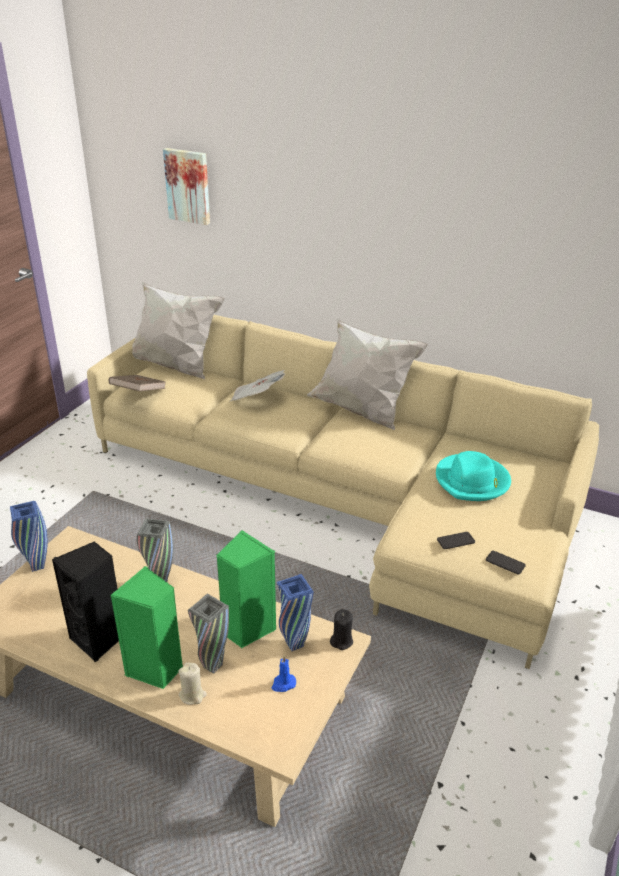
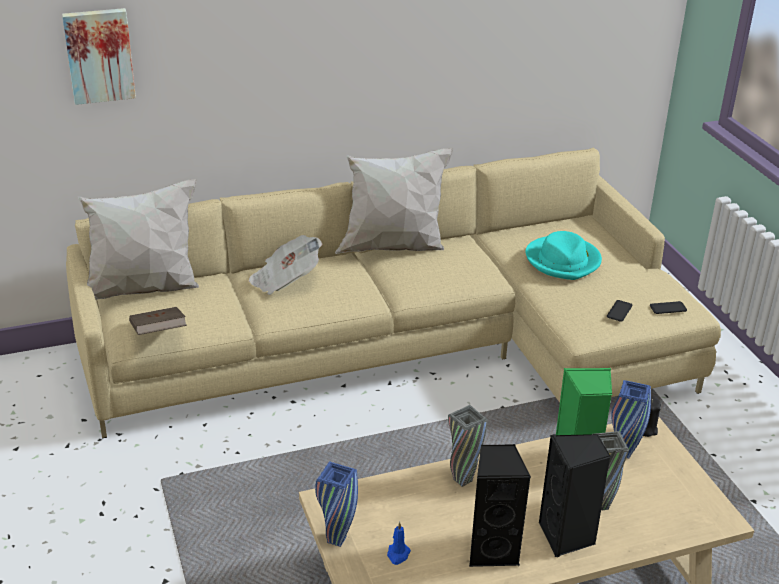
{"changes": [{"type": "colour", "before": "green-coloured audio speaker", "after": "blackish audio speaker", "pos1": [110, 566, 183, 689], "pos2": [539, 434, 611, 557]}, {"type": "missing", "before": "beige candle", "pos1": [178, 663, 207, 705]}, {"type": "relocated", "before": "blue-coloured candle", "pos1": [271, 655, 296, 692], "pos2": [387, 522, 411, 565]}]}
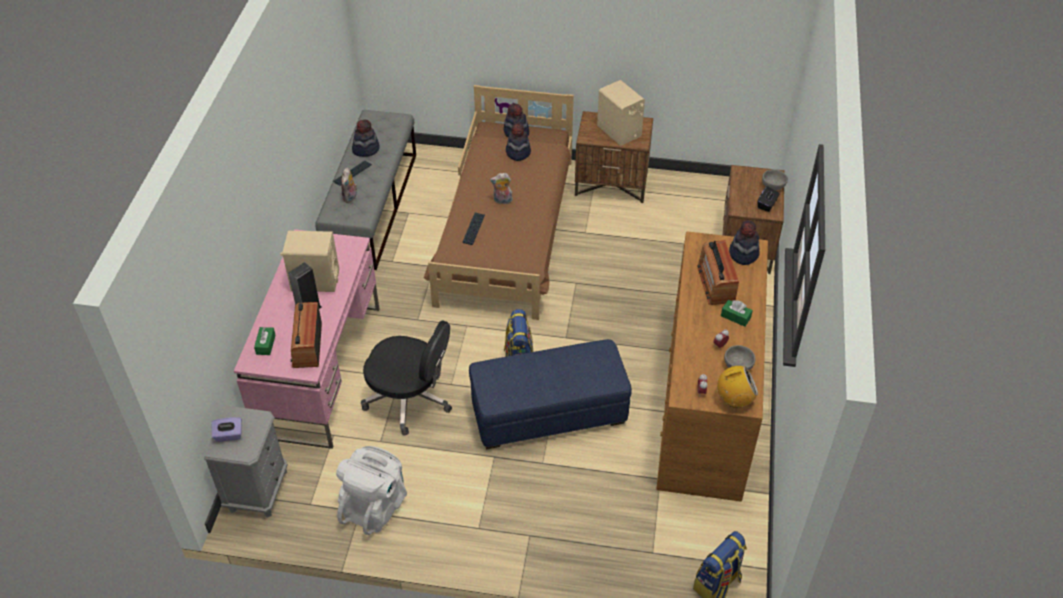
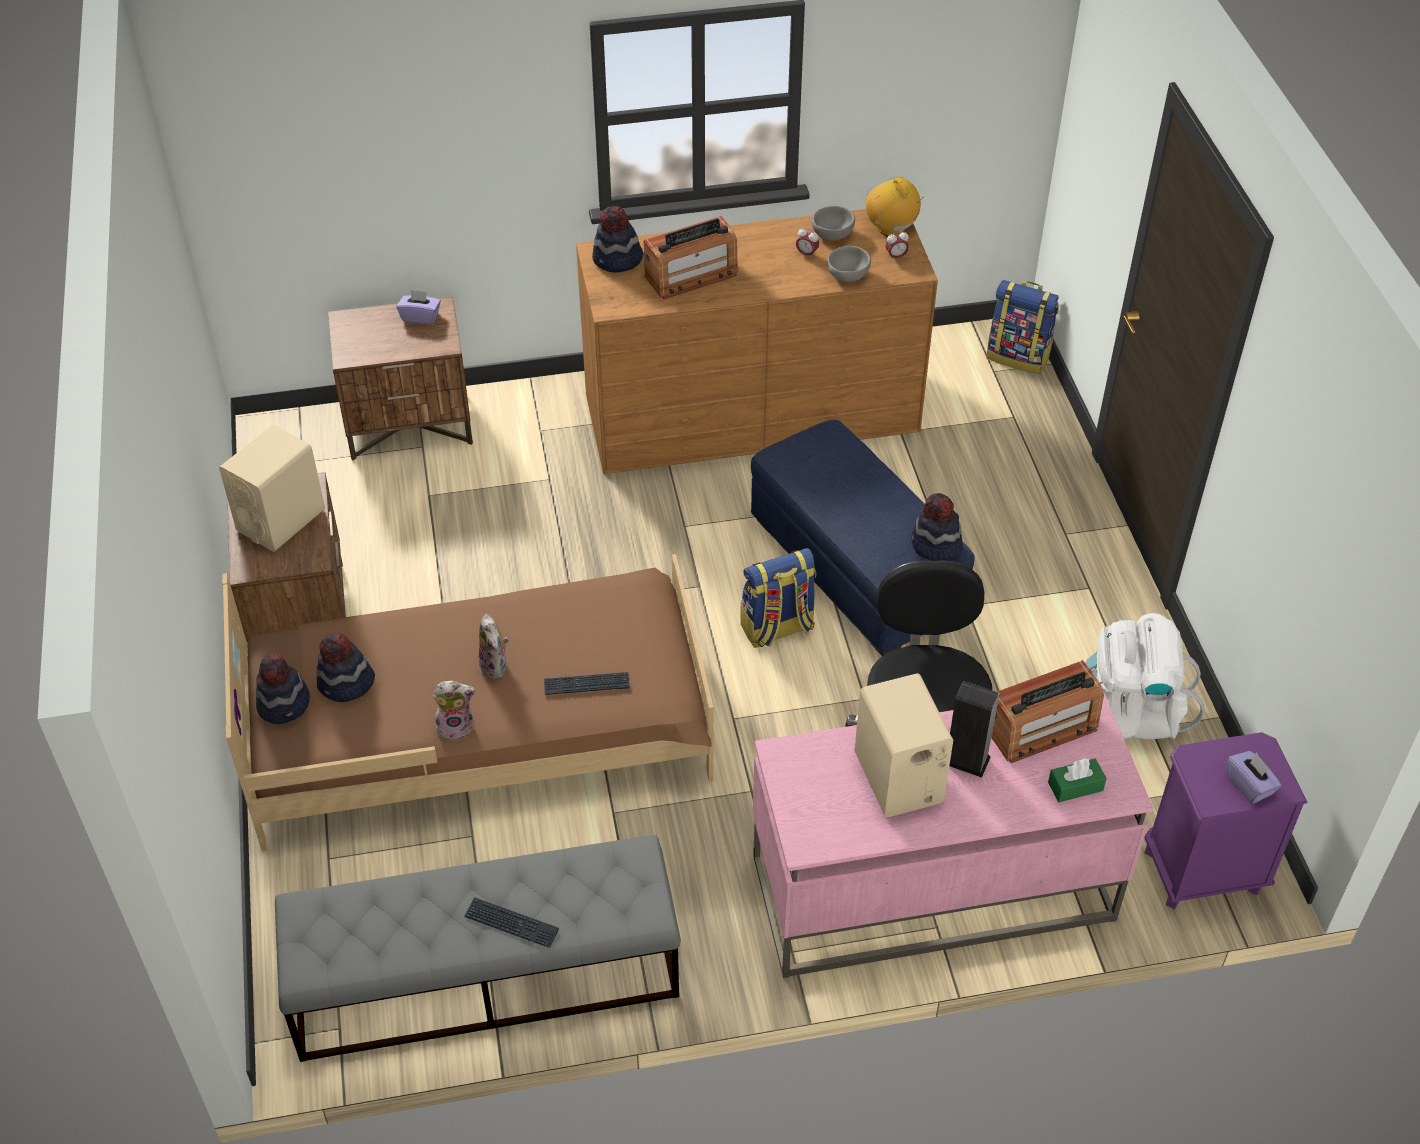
{"changes": [{"type": "colour", "before": "greyish bedside table", "after": "purplish bedside table", "pos1": [204, 406, 288, 518], "pos2": [1144, 732, 1308, 909]}, {"type": "relocated", "before": "soft toy", "pos1": [341, 168, 358, 203], "pos2": [433, 681, 476, 740]}, {"type": "relocated", "before": "clothing hat", "pos1": [352, 119, 380, 157], "pos2": [911, 493, 962, 561]}, {"type": "missing", "before": "green-coloured tissue holder", "pos1": [721, 300, 753, 327]}, {"type": "colour", "before": "blackish tissue holder", "after": "purplish tissue holder", "pos1": [758, 186, 780, 212], "pos2": [396, 289, 441, 325]}, {"type": "relocated", "before": "greyish serving bowl", "pos1": [762, 169, 788, 190], "pos2": [827, 246, 871, 282]}]}
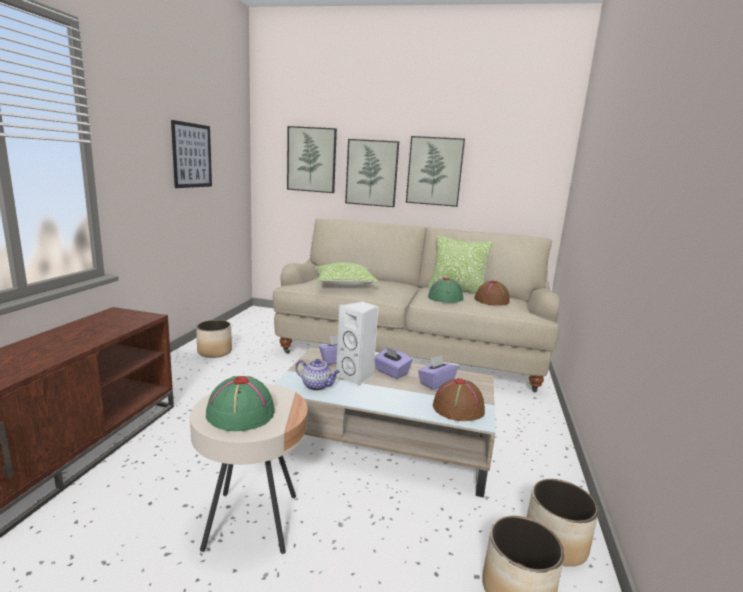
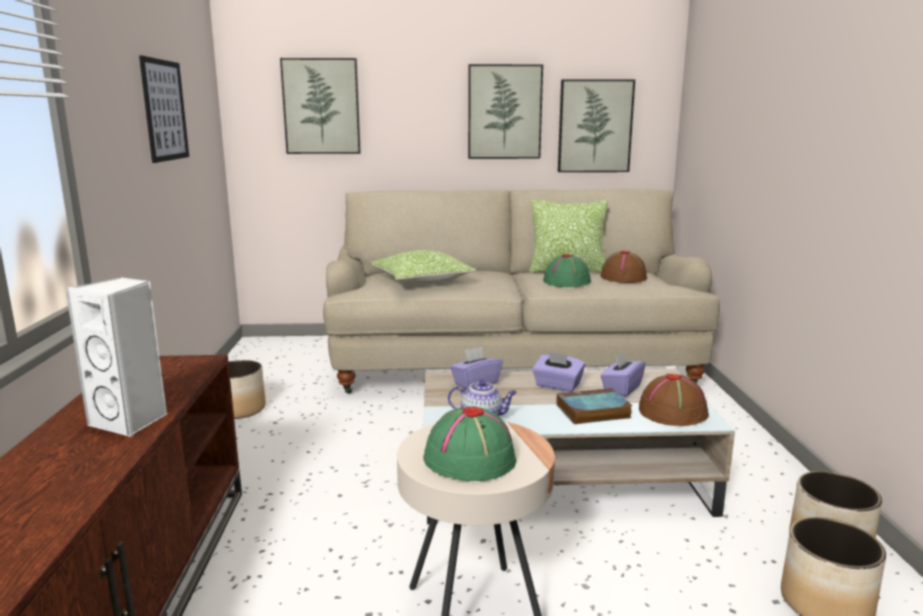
{"changes": [{"type": "relocated", "before": "white-coloured audio speaker", "pos1": [336, 301, 378, 386], "pos2": [65, 277, 168, 438]}, {"type": "relocated", "before": "wall art", "pos1": [345, 139, 399, 207], "pos2": [558, 79, 635, 172]}, {"type": "appeared", "after": "volume", "pos2": [556, 388, 633, 424]}]}
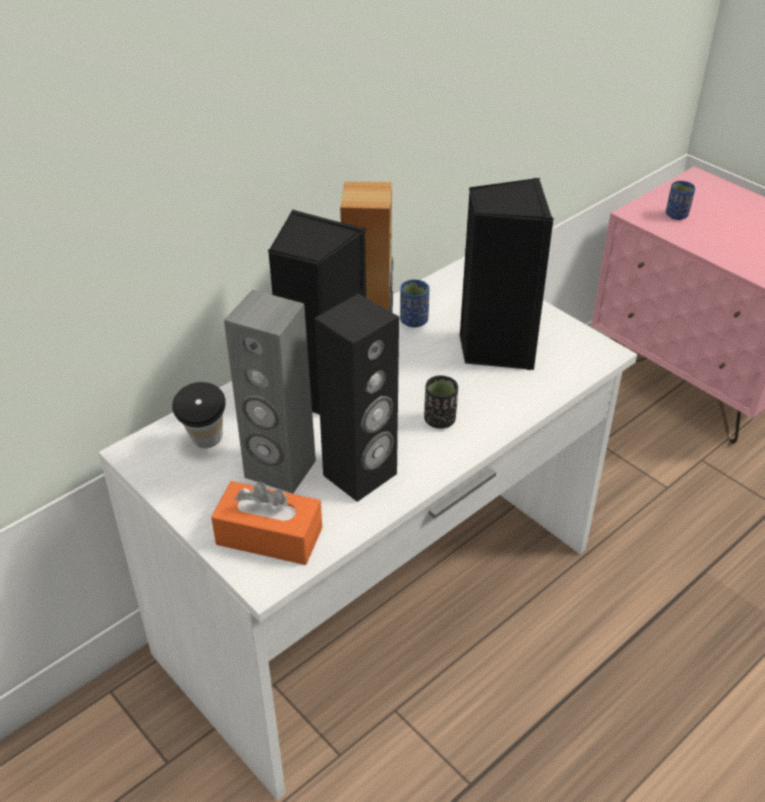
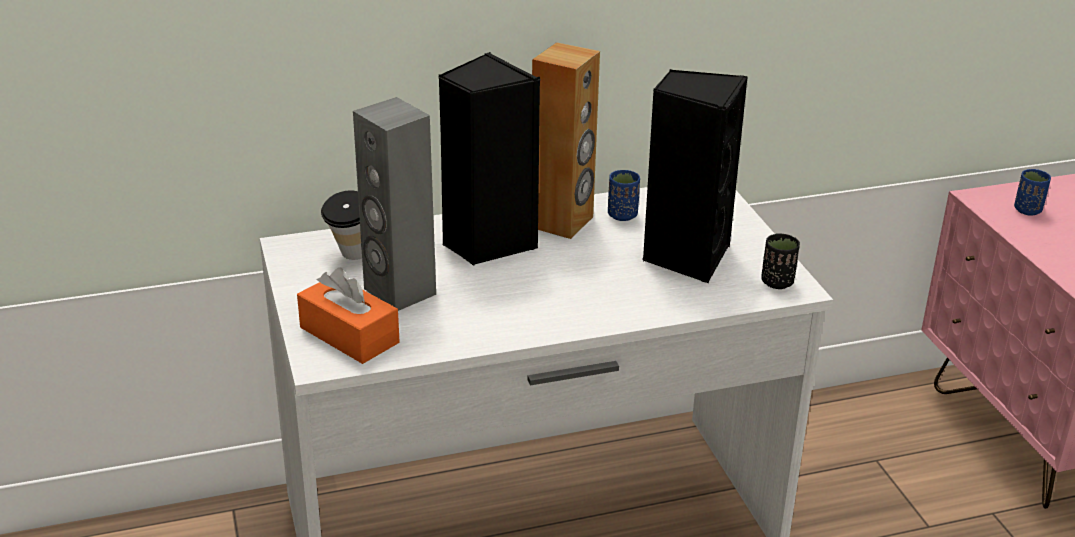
{"changes": [{"type": "missing", "before": "blackish audio speaker", "pos1": [314, 294, 399, 502]}, {"type": "relocated", "before": "blackish small cup", "pos1": [424, 375, 458, 429], "pos2": [761, 234, 800, 289]}]}
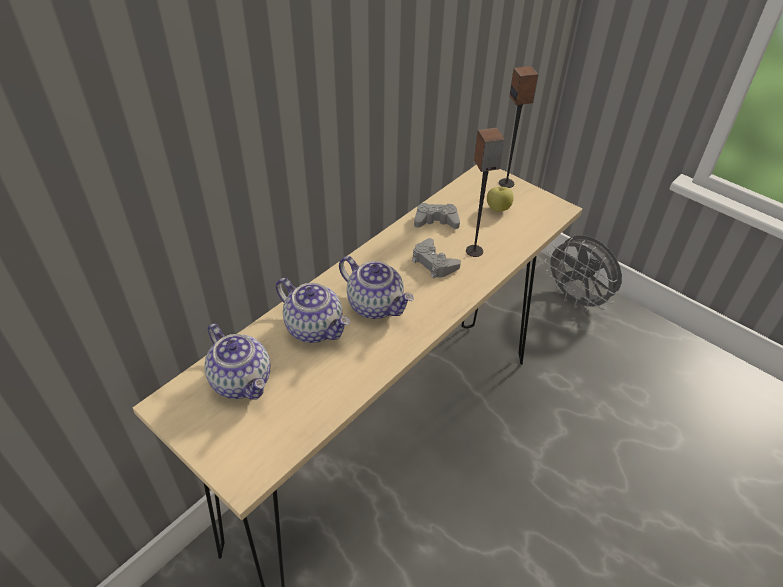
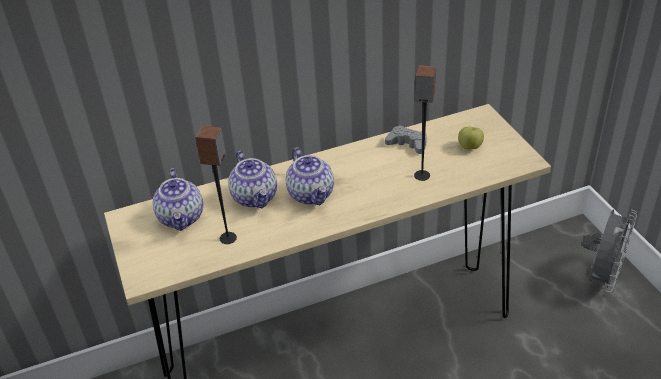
{"changes": [{"type": "missing", "before": "greyish game controller", "pos1": [412, 238, 461, 278]}, {"type": "relocated", "before": "audio speaker", "pos1": [499, 66, 539, 188], "pos2": [195, 126, 237, 244]}, {"type": "spun", "before": "greyish cooling fan", "pos1": [544, 235, 622, 312], "pos2": [583, 209, 637, 293], "turn": -135}]}
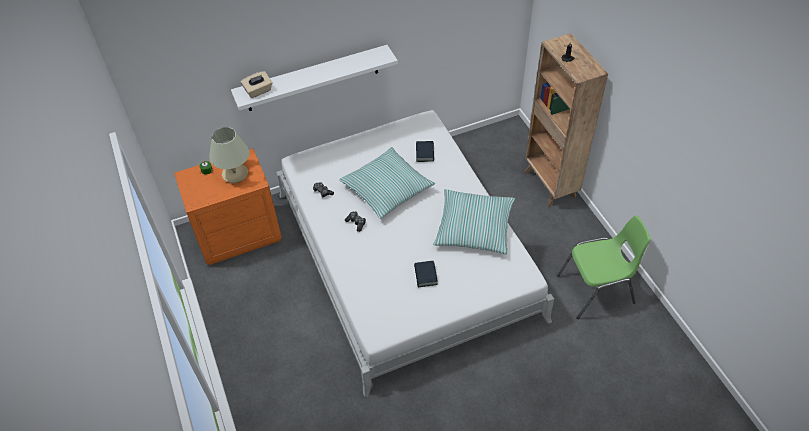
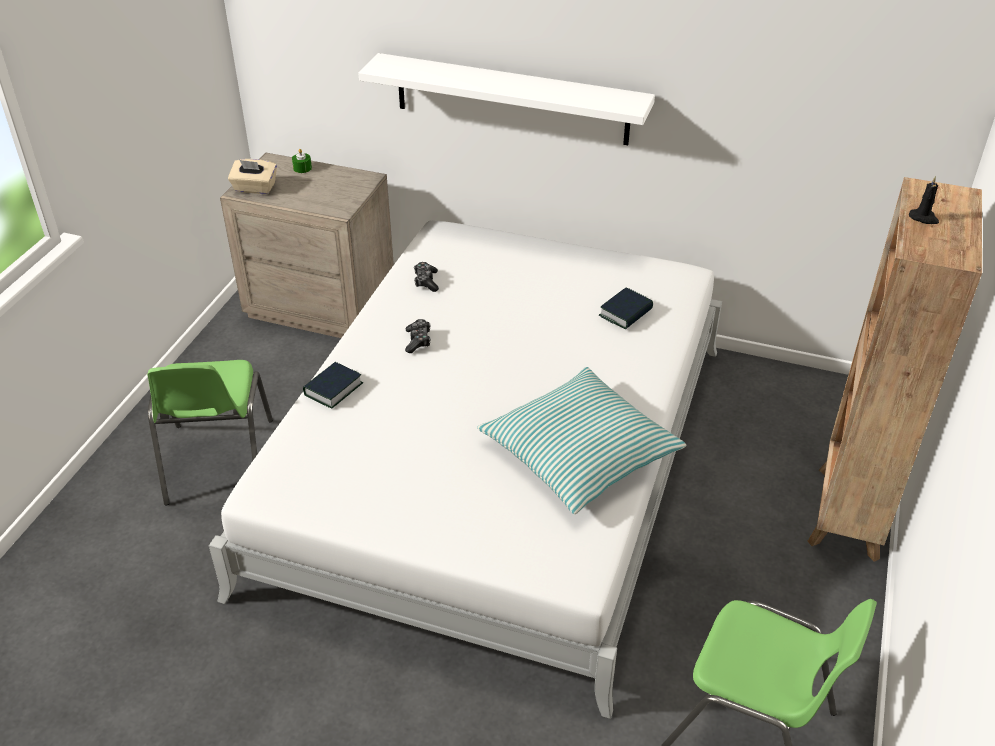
{"changes": [{"type": "colour", "before": "orangey bedside table", "after": "beige bedside table", "pos1": [174, 148, 282, 265], "pos2": [220, 153, 394, 338]}, {"type": "missing", "before": "beige lamp for a table", "pos1": [209, 127, 250, 183]}, {"type": "relocated", "before": "beige tissue holder", "pos1": [241, 71, 272, 98], "pos2": [228, 159, 277, 194]}, {"type": "missing", "before": "pillow", "pos1": [339, 147, 435, 219]}, {"type": "relocated", "before": "volume", "pos1": [414, 261, 438, 287], "pos2": [303, 362, 363, 409]}, {"type": "appeared", "after": "green-coloured upright chair", "pos2": [147, 360, 273, 506]}]}
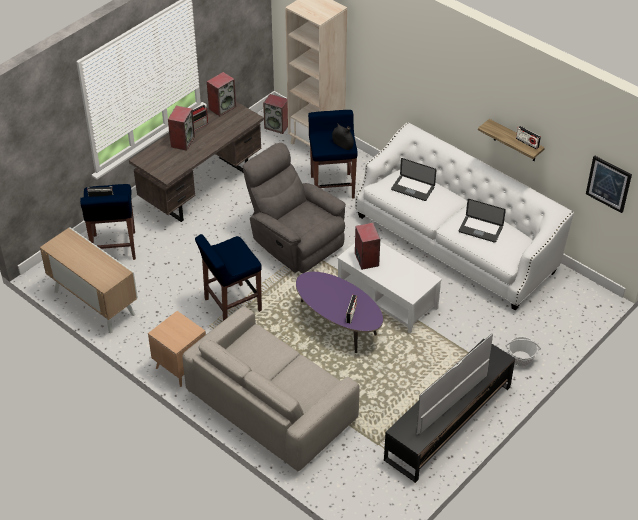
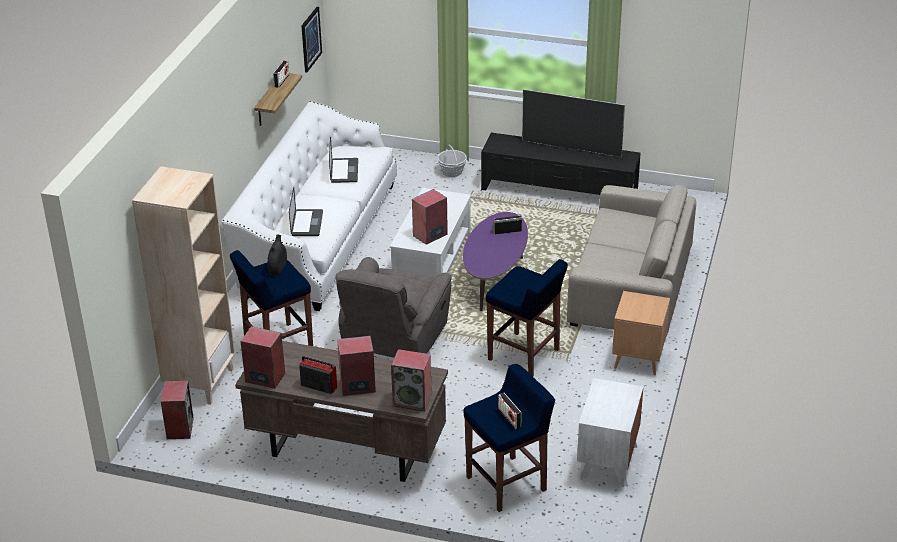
{"changes": [{"type": "exchanged", "before": "cabinet", "after": "white-coloured bedside table", "pos1": [40, 227, 138, 333], "pos2": [577, 378, 643, 487]}, {"type": "appeared", "after": "audio speaker", "pos2": [391, 349, 432, 411]}]}
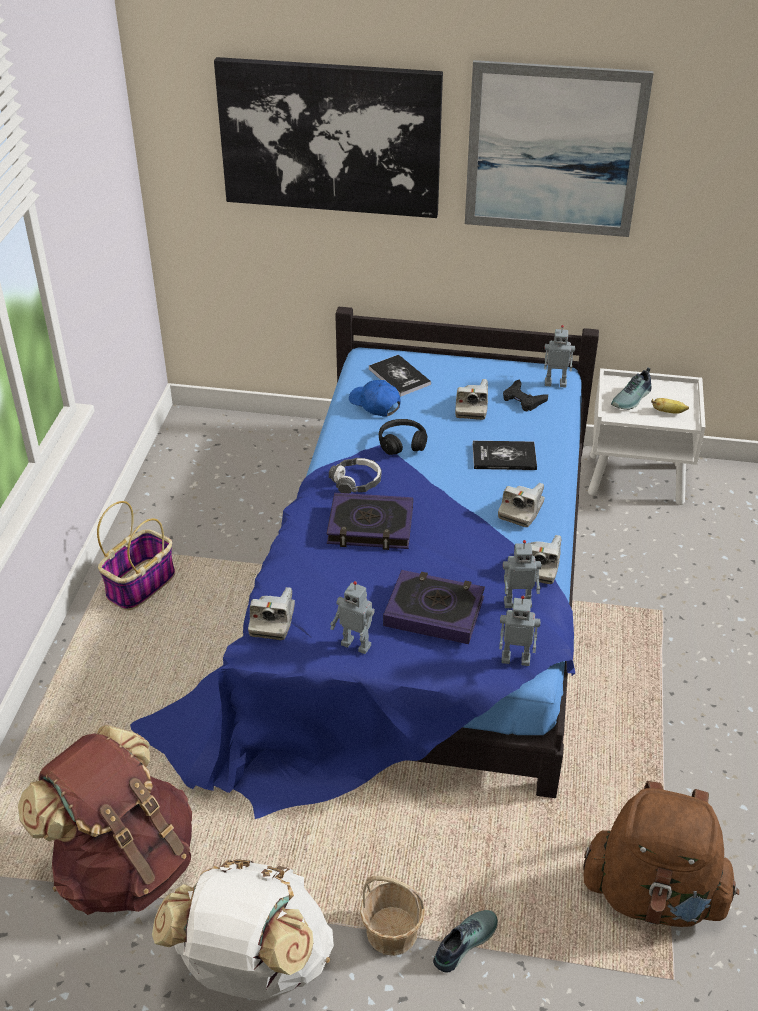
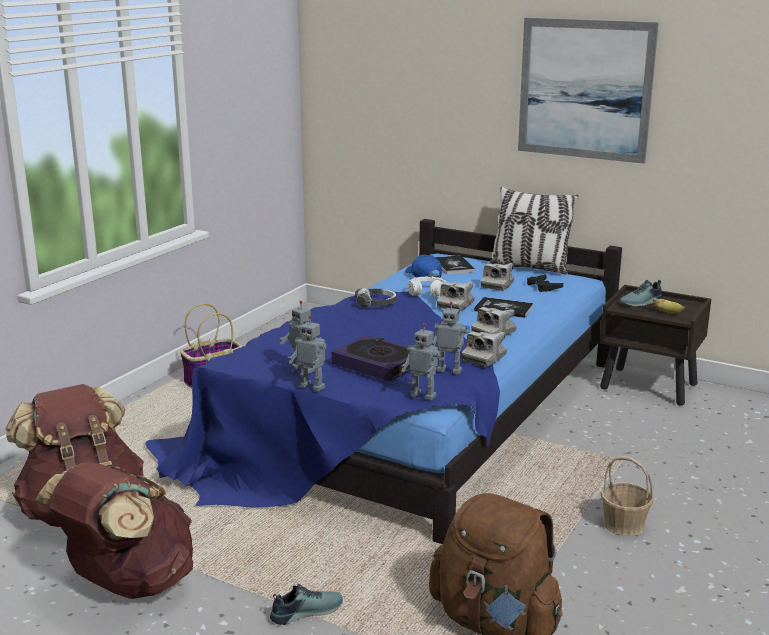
{"changes": [{"type": "colour", "before": "white-coloured knapsack", "after": "brown knapsack", "pos1": [152, 859, 334, 1001], "pos2": [35, 462, 193, 599]}, {"type": "missing", "before": "wall art", "pos1": [214, 57, 443, 218]}, {"type": "relocated", "before": "still camera", "pos1": [248, 587, 295, 640], "pos2": [437, 282, 475, 311]}, {"type": "missing", "before": "volume", "pos1": [326, 493, 413, 550]}, {"type": "relocated", "before": "storage basket", "pos1": [360, 876, 425, 956], "pos2": [601, 456, 654, 536]}, {"type": "colour", "before": "blackish pair of headphones", "after": "white-coloured pair of headphones", "pos1": [379, 419, 427, 455], "pos2": [408, 276, 446, 297]}, {"type": "relocated", "before": "model robot", "pos1": [544, 325, 575, 388], "pos2": [289, 316, 327, 392]}, {"type": "colour", "before": "white-coloured bedside table", "after": "brown bedside table", "pos1": [588, 368, 706, 505], "pos2": [600, 285, 711, 406]}, {"type": "appeared", "after": "pillow", "pos2": [489, 186, 578, 274]}]}
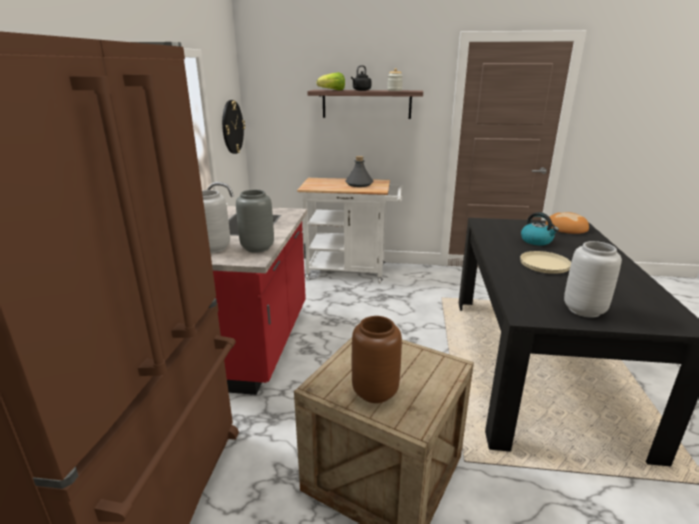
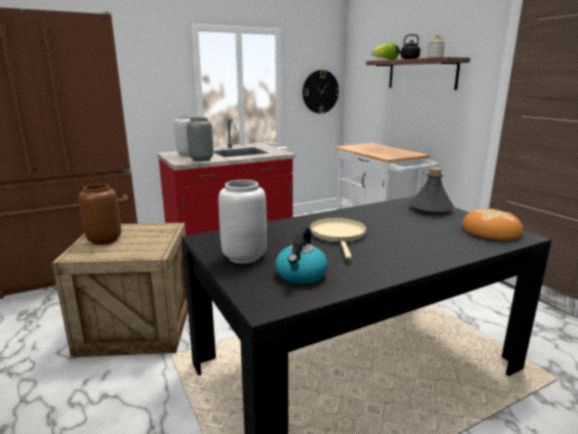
{"changes": [{"type": "relocated", "before": "greyish bottle", "pos1": [345, 156, 373, 187], "pos2": [409, 167, 454, 215]}, {"type": "relocated", "before": "water kettle", "pos1": [521, 212, 559, 245], "pos2": [276, 227, 328, 284]}]}
